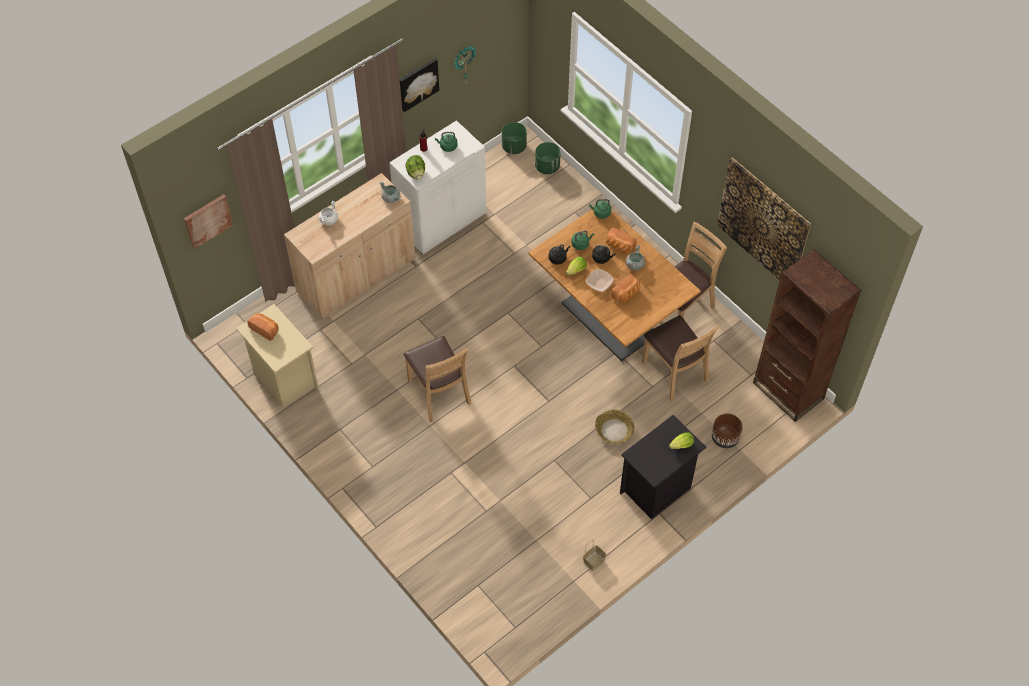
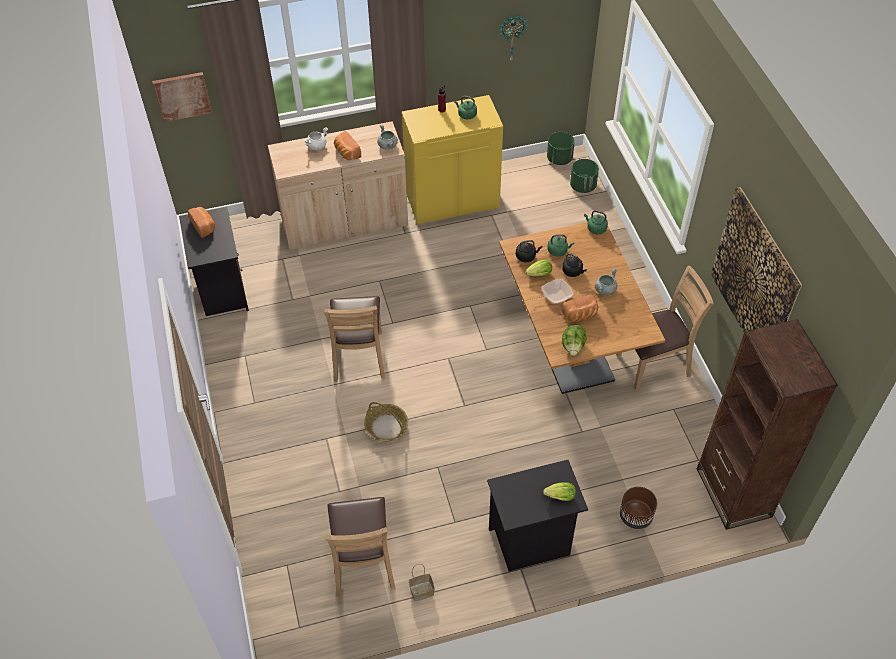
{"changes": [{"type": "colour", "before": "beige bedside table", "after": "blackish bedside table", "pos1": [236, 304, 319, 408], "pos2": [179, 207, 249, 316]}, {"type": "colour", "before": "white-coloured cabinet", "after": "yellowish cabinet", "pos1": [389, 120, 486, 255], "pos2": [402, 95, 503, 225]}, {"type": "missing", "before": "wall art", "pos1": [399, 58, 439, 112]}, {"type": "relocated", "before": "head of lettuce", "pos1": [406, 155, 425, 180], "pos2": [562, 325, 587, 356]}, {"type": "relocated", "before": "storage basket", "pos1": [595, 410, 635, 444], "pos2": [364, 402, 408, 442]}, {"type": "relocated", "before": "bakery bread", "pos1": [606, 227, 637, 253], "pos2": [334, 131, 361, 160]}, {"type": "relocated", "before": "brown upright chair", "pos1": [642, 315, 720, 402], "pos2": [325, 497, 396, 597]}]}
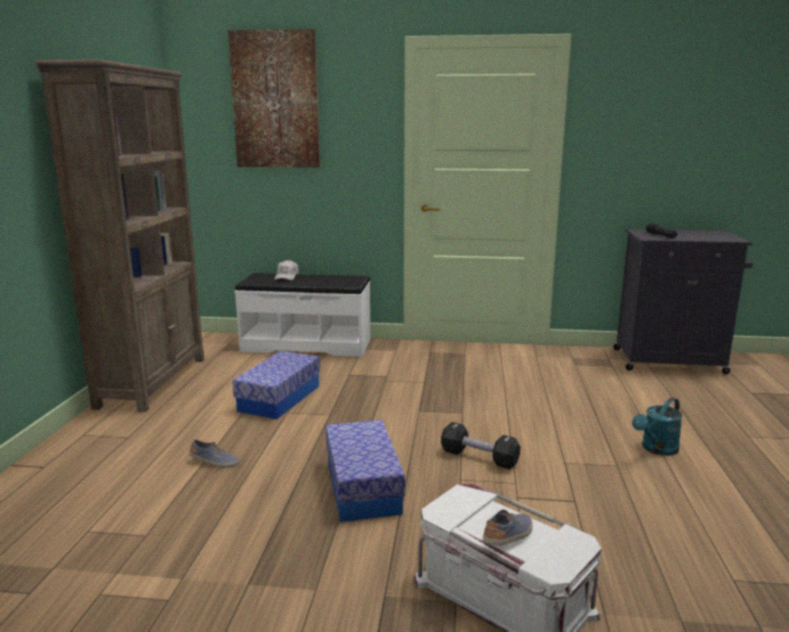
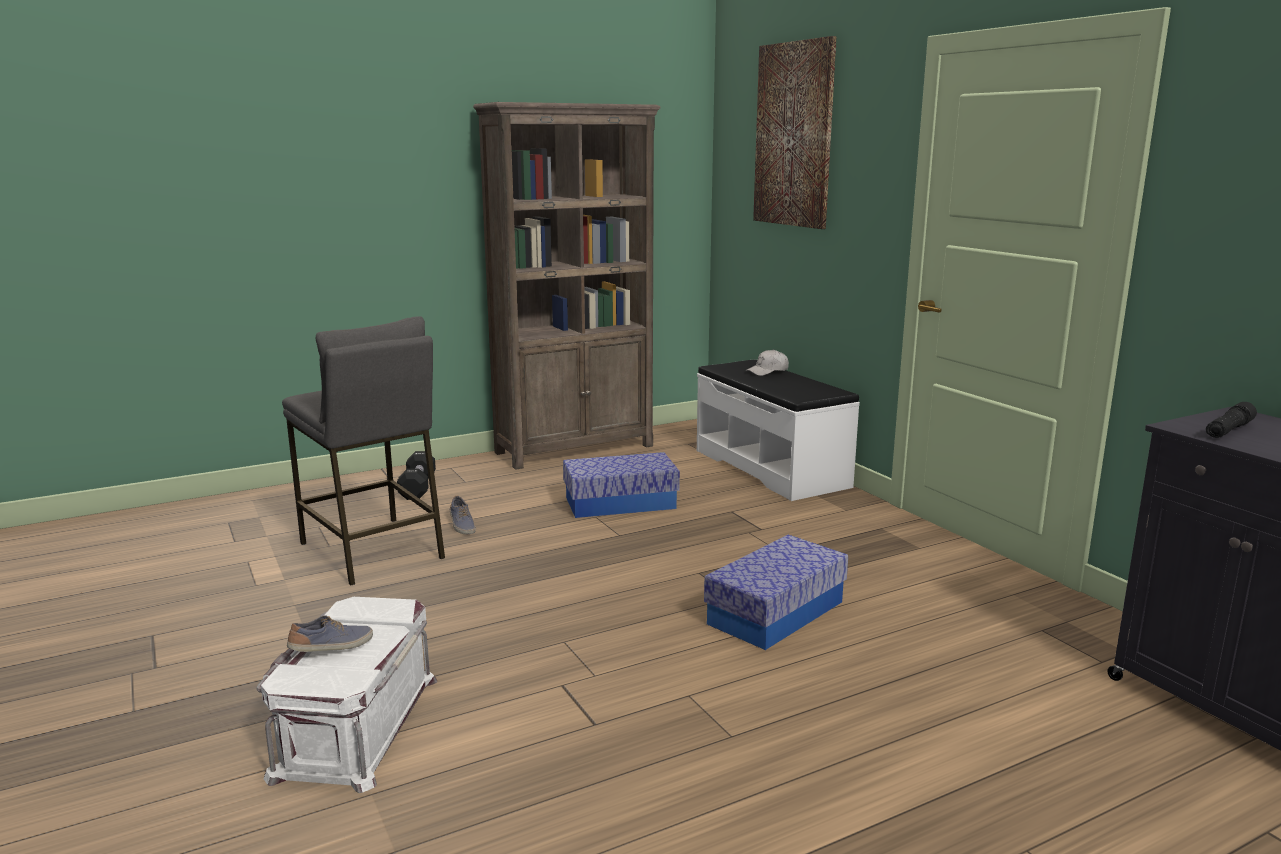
{"changes": [{"type": "relocated", "before": "storage bin", "pos1": [326, 420, 405, 522], "pos2": [704, 535, 848, 650]}, {"type": "relocated", "before": "blackish hand weight", "pos1": [441, 422, 520, 469], "pos2": [397, 451, 436, 500]}, {"type": "spun", "before": "shoe", "pos1": [483, 509, 533, 546], "pos2": [287, 615, 373, 652], "turn": -45}, {"type": "missing", "before": "turquoise sprinkling can", "pos1": [632, 397, 683, 456]}, {"type": "appeared", "after": "greyish sitting stool", "pos2": [282, 316, 445, 585]}]}
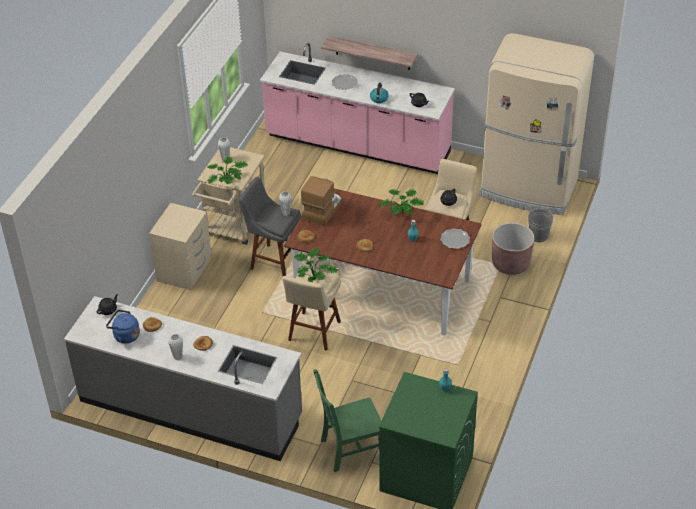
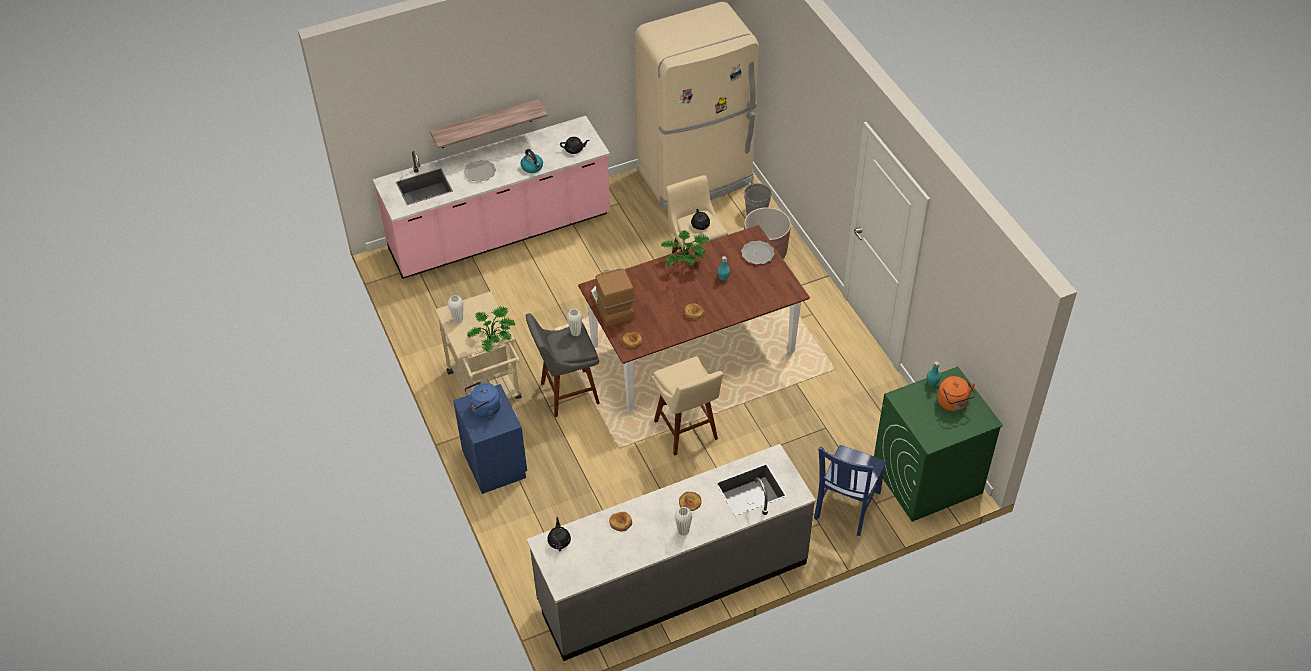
{"changes": [{"type": "relocated", "before": "blue-coloured water kettle", "pos1": [106, 310, 140, 344], "pos2": [465, 382, 501, 417]}, {"type": "colour", "before": "beige bedside table", "after": "blue-coloured bedside table", "pos1": [149, 203, 212, 290], "pos2": [453, 384, 527, 494]}, {"type": "missing", "before": "plant in a pot", "pos1": [295, 248, 338, 282]}, {"type": "colour", "before": "green-coloured upright chair", "after": "blue-coloured upright chair", "pos1": [313, 369, 381, 472], "pos2": [814, 445, 886, 536]}, {"type": "appeared", "after": "orangey water kettle", "pos2": [937, 376, 976, 411]}]}
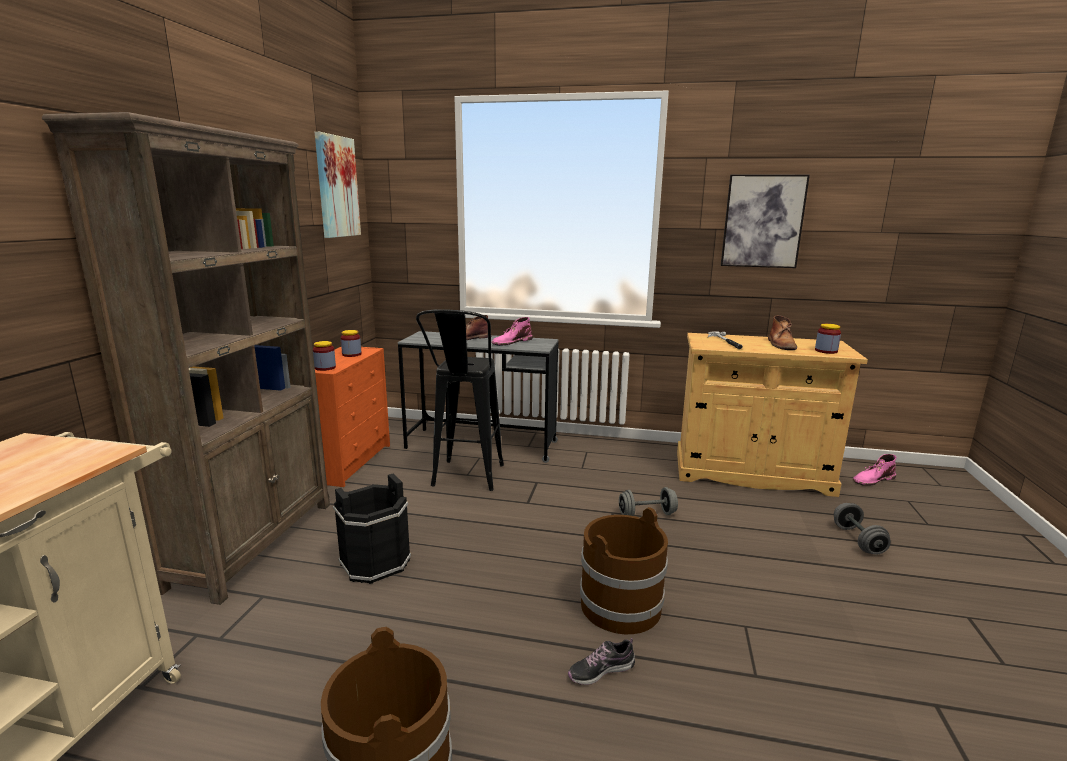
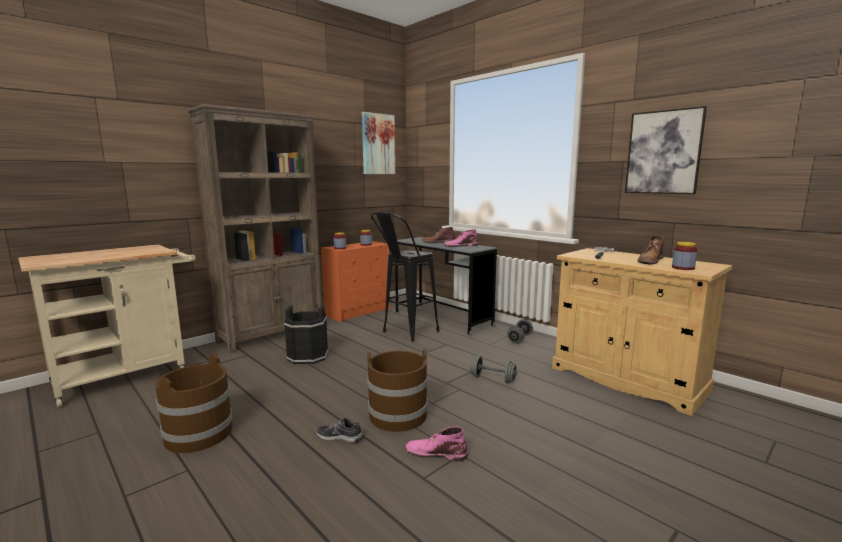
{"changes": [{"type": "relocated", "before": "greyish hand weight", "pos1": [834, 503, 891, 555], "pos2": [507, 319, 533, 344]}, {"type": "relocated", "before": "pinkish tall boot", "pos1": [853, 454, 896, 485], "pos2": [405, 426, 468, 461]}]}
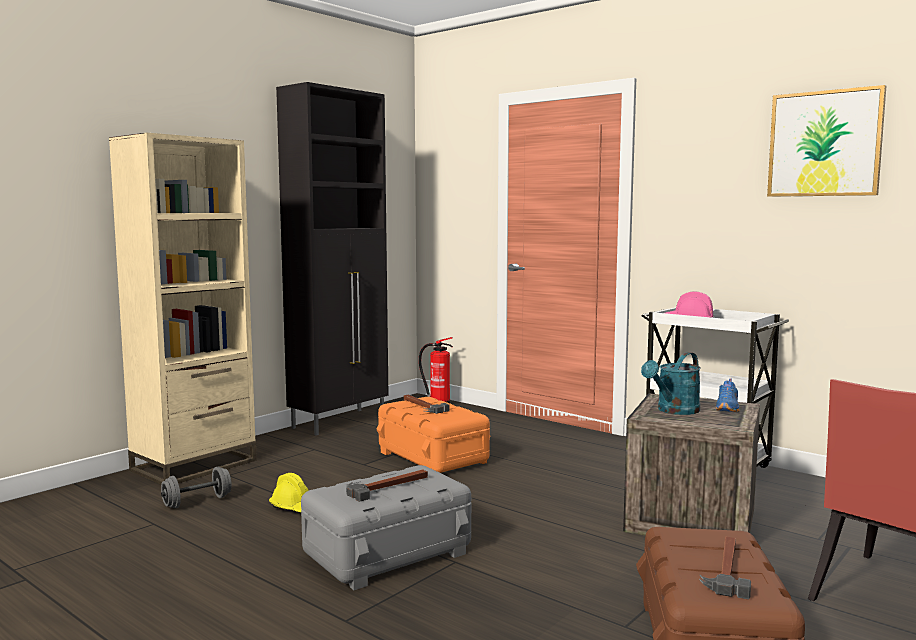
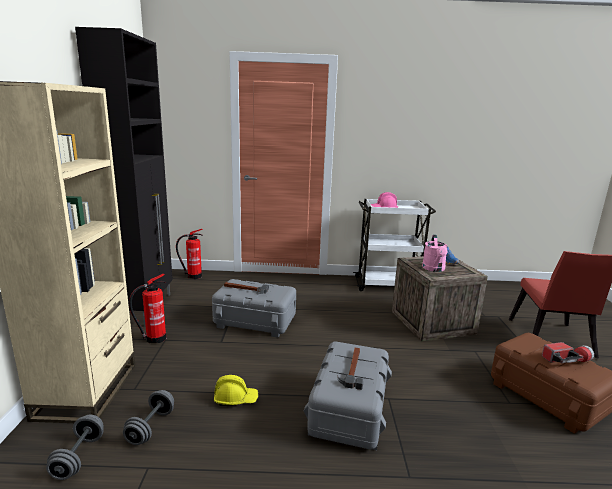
{"changes": [{"type": "colour", "before": "orangey storage bin", "after": "greyish storage bin", "pos1": [376, 397, 490, 473], "pos2": [212, 279, 296, 338]}, {"type": "colour", "before": "turquoise sprinkling can", "after": "pinkish sprinkling can", "pos1": [641, 352, 701, 415], "pos2": [422, 235, 448, 272]}, {"type": "exchanged", "before": "hammer", "after": "hand torch", "pos1": [699, 536, 751, 600], "pos2": [542, 342, 594, 363]}, {"type": "missing", "before": "wall art", "pos1": [767, 85, 886, 197]}, {"type": "appeared", "after": "greyish hand weight", "pos2": [46, 415, 104, 480]}, {"type": "appeared", "after": "fire-fighting cylinder", "pos2": [129, 274, 167, 343]}]}
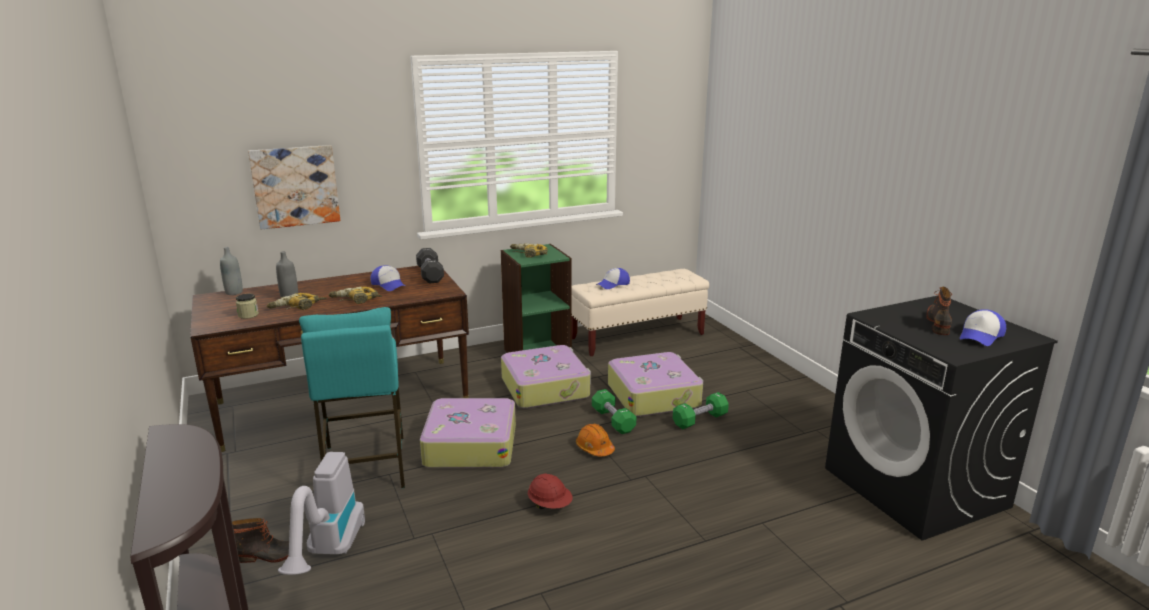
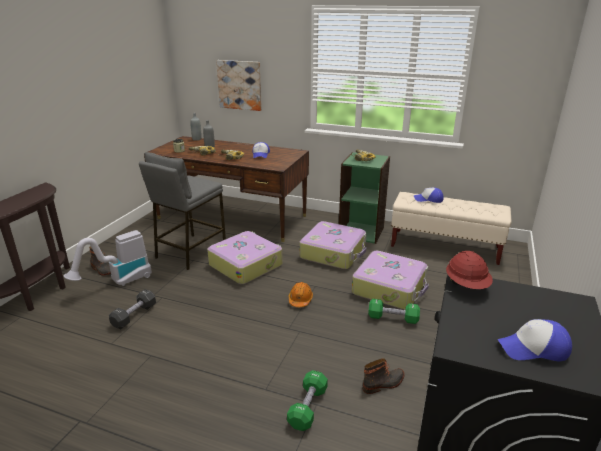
{"changes": [{"type": "colour", "before": "turquoise sitting stool", "after": "greyish sitting stool", "pos1": [299, 307, 405, 488], "pos2": [139, 152, 226, 270]}, {"type": "relocated", "before": "blackish hand weight", "pos1": [416, 248, 444, 284], "pos2": [109, 289, 156, 329]}, {"type": "relocated", "before": "red safety helmet", "pos1": [528, 473, 573, 509], "pos2": [446, 251, 493, 289]}, {"type": "relocated", "before": "green-coloured hand weight", "pos1": [592, 389, 636, 434], "pos2": [287, 370, 328, 431]}, {"type": "relocated", "before": "tall boot", "pos1": [926, 287, 952, 335], "pos2": [363, 358, 405, 394]}]}
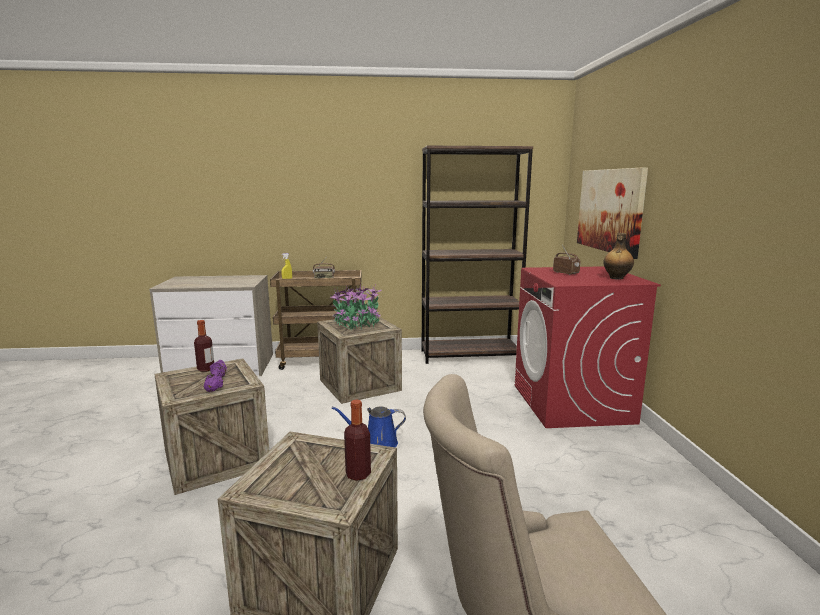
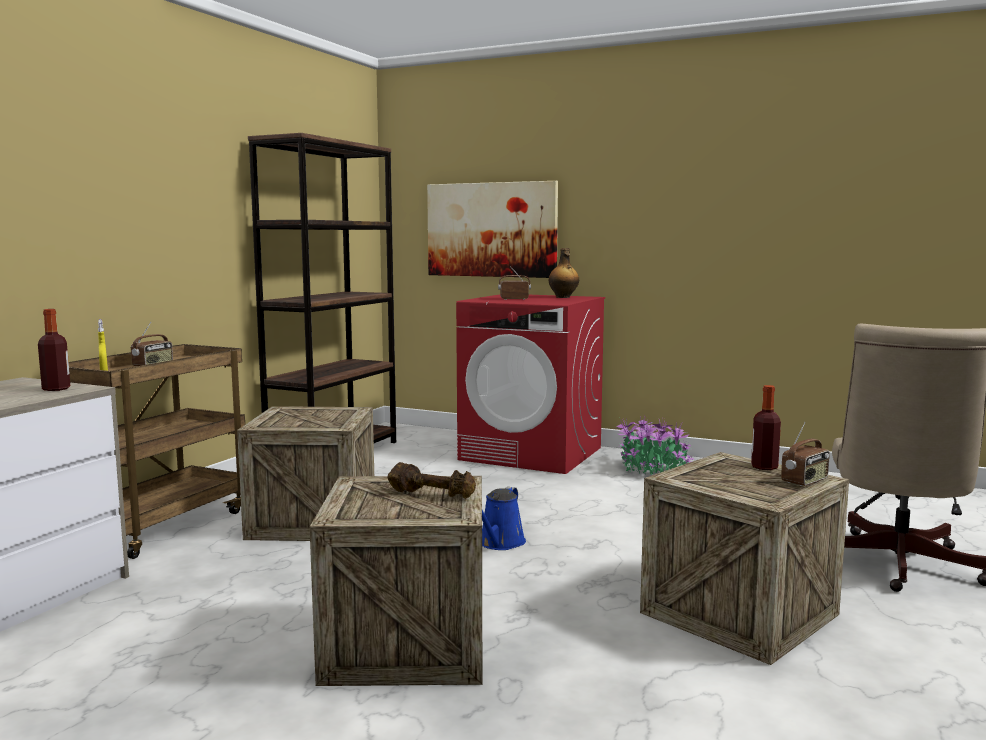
{"changes": [{"type": "relocated", "before": "bottle", "pos1": [194, 320, 214, 372], "pos2": [38, 309, 70, 391]}, {"type": "colour", "before": "purplish hand weight", "after": "brown hand weight", "pos1": [204, 360, 227, 392], "pos2": [388, 462, 476, 499]}, {"type": "relocated", "before": "plant in a pot", "pos1": [330, 283, 381, 330], "pos2": [616, 415, 695, 475]}, {"type": "appeared", "after": "radio set", "pos2": [781, 422, 830, 486]}]}
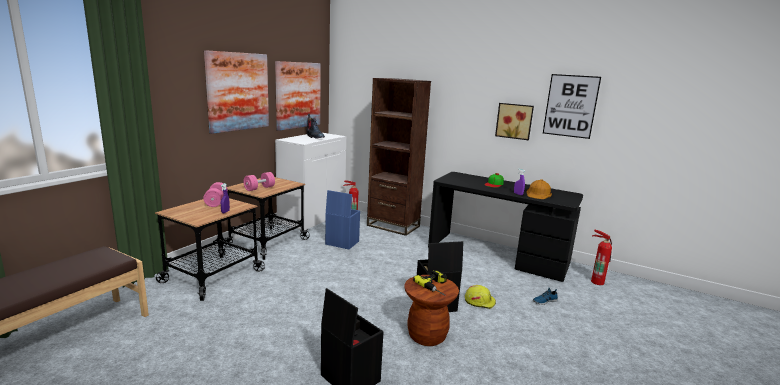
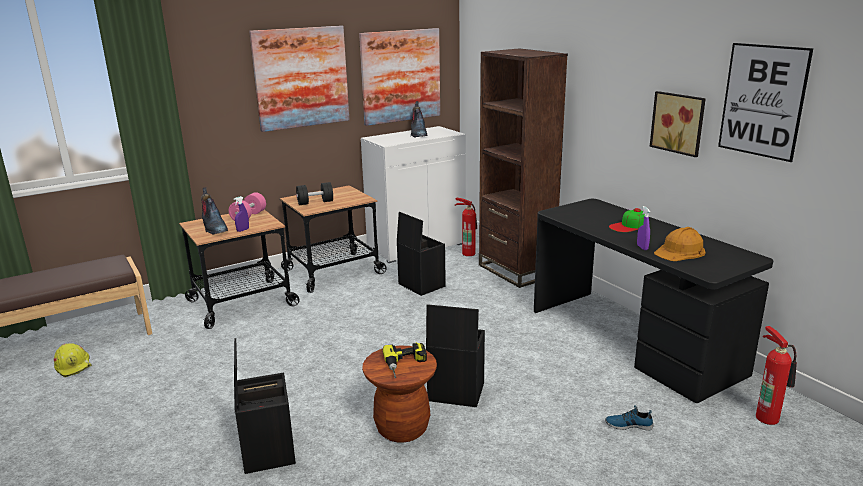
{"changes": [{"type": "colour", "before": "pinkish hand weight", "after": "blackish hand weight", "pos1": [243, 172, 275, 191], "pos2": [296, 182, 333, 205]}, {"type": "colour", "before": "blue-coloured storage bin", "after": "blackish storage bin", "pos1": [325, 190, 360, 250], "pos2": [397, 212, 446, 296]}, {"type": "relocated", "before": "yellowish safety helmet", "pos1": [465, 285, 496, 309], "pos2": [54, 343, 92, 377]}, {"type": "appeared", "after": "tall boot", "pos2": [201, 187, 228, 235]}]}
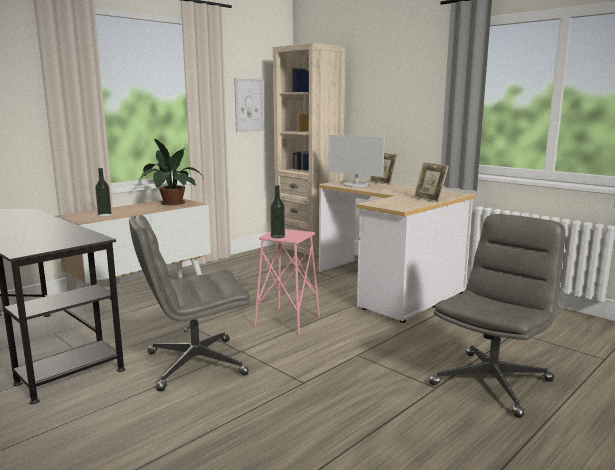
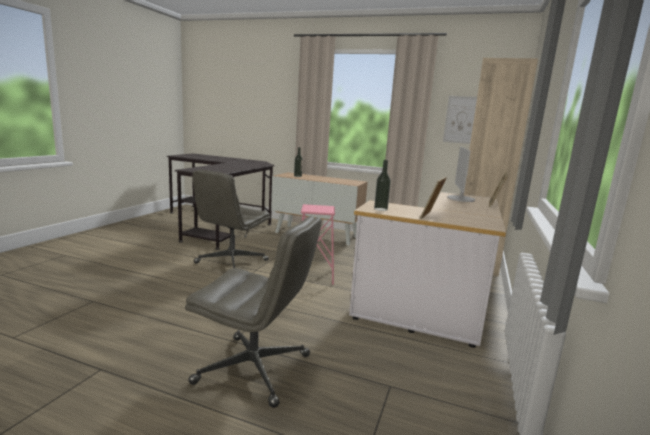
{"changes": [{"type": "spun", "before": "greyish office chair", "pos1": [129, 215, 250, 392], "pos2": [192, 170, 270, 268], "turn": -105}, {"type": "missing", "before": "plant in a pot", "pos1": [139, 139, 203, 205]}, {"type": "relocated", "before": "bottle", "pos1": [270, 185, 285, 239], "pos2": [374, 160, 391, 211]}]}
